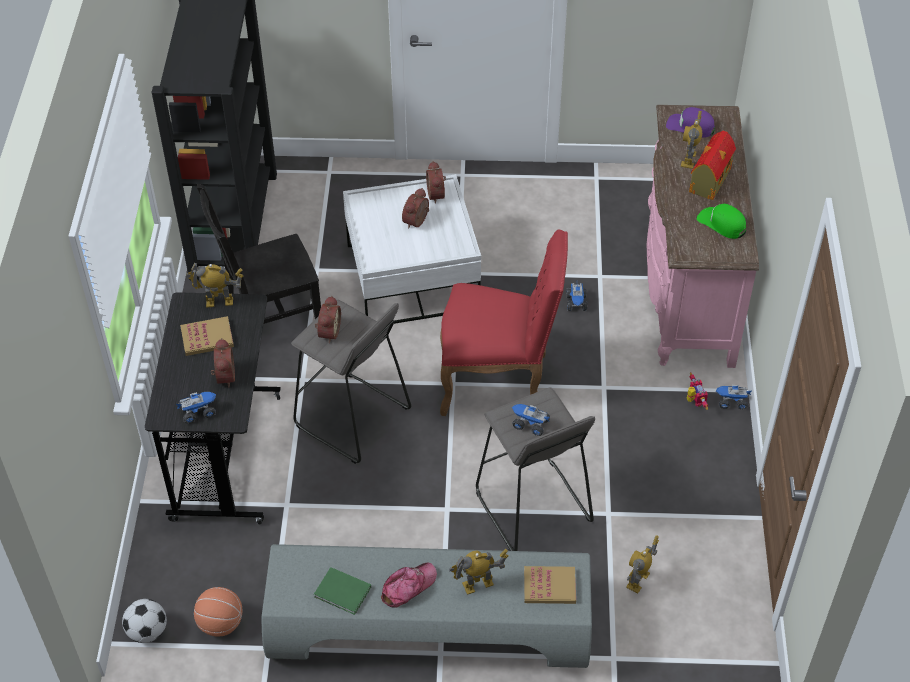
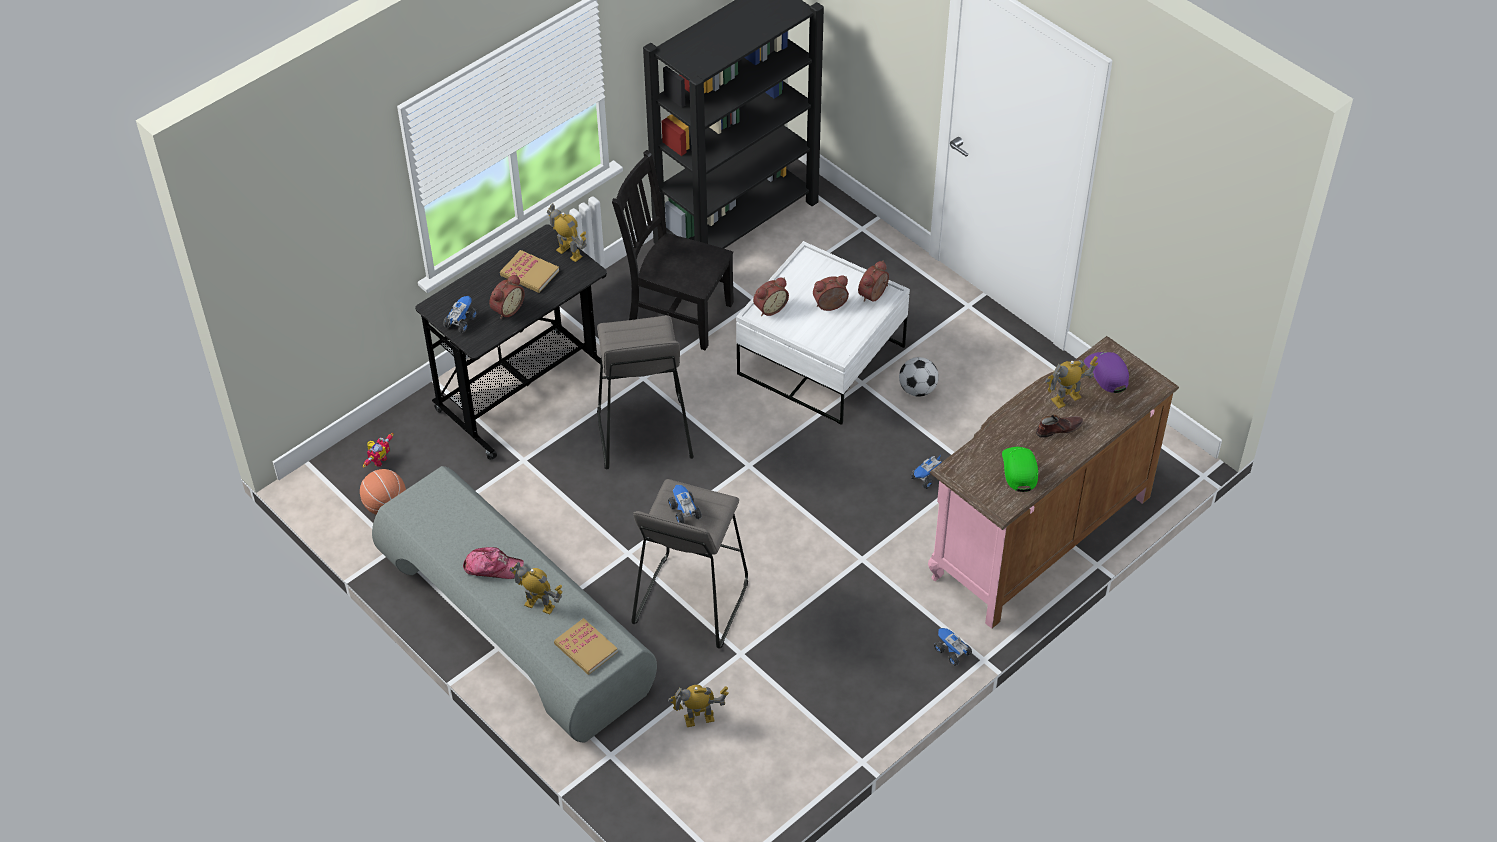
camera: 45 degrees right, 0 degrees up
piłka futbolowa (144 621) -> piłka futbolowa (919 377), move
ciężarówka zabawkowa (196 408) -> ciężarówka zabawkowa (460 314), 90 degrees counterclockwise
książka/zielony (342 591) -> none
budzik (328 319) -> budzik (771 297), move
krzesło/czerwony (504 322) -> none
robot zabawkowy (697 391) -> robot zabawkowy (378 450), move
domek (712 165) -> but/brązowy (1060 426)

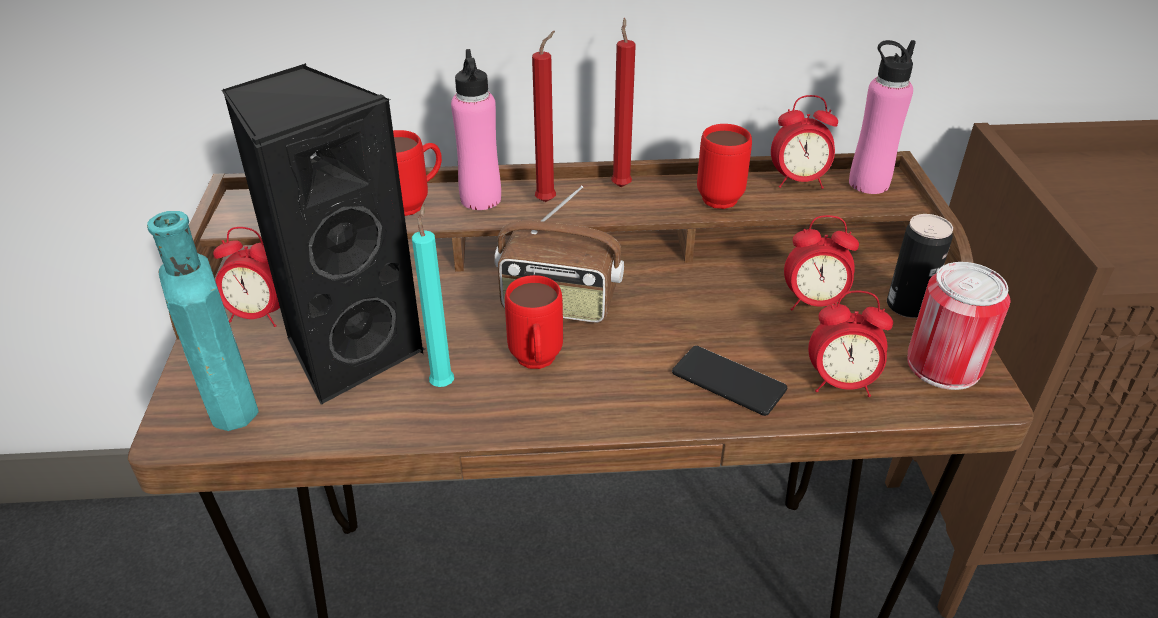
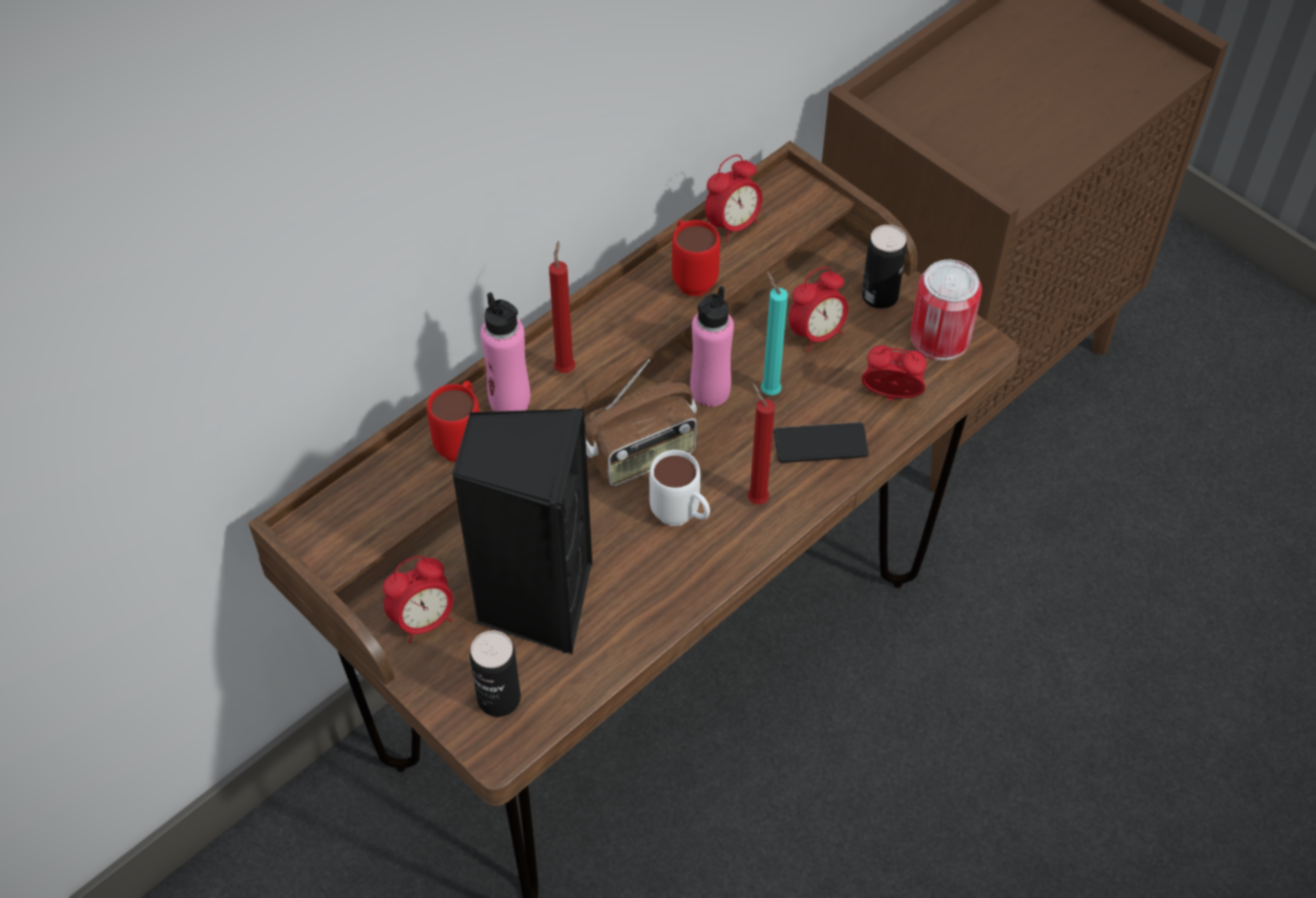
camera: 40 degrees left, 15 degrees up
butelka/turkusowy (203 321) -> puszka (495 673)
świeca/turkusowy (433 295) -> świeca/turkusowy (774 333), move
kubek/czerwony (534 322) -> kubek/biały (679 488)
świeca/czerwony (623 102) -> świeca/czerwony (761 444), move
budzik (850 344) -> budzik (894 373), 135 degrees counterclockwise
butelka/różowy (882 117) -> butelka/różowy (712 346), move

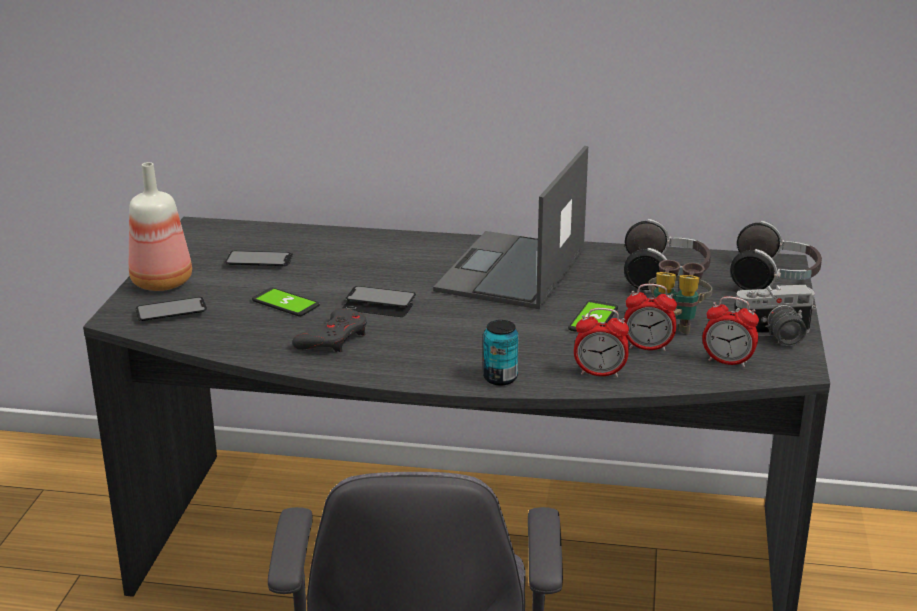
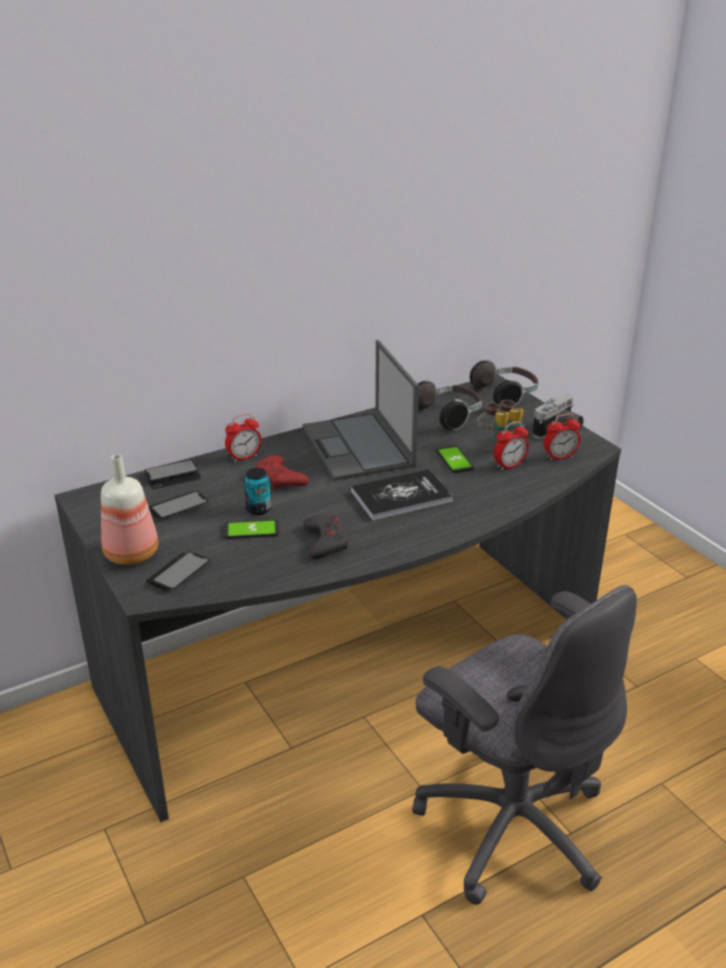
camera: 40 degrees left, 5 degrees up
telefon (379 301) -> telefon (172 474), move
puszka (501 352) -> puszka (257 491), move
budzik (601 342) -> budzik (243 437), move
none -> pad do gier/czerwony (282 472)
none -> książka (402 494)

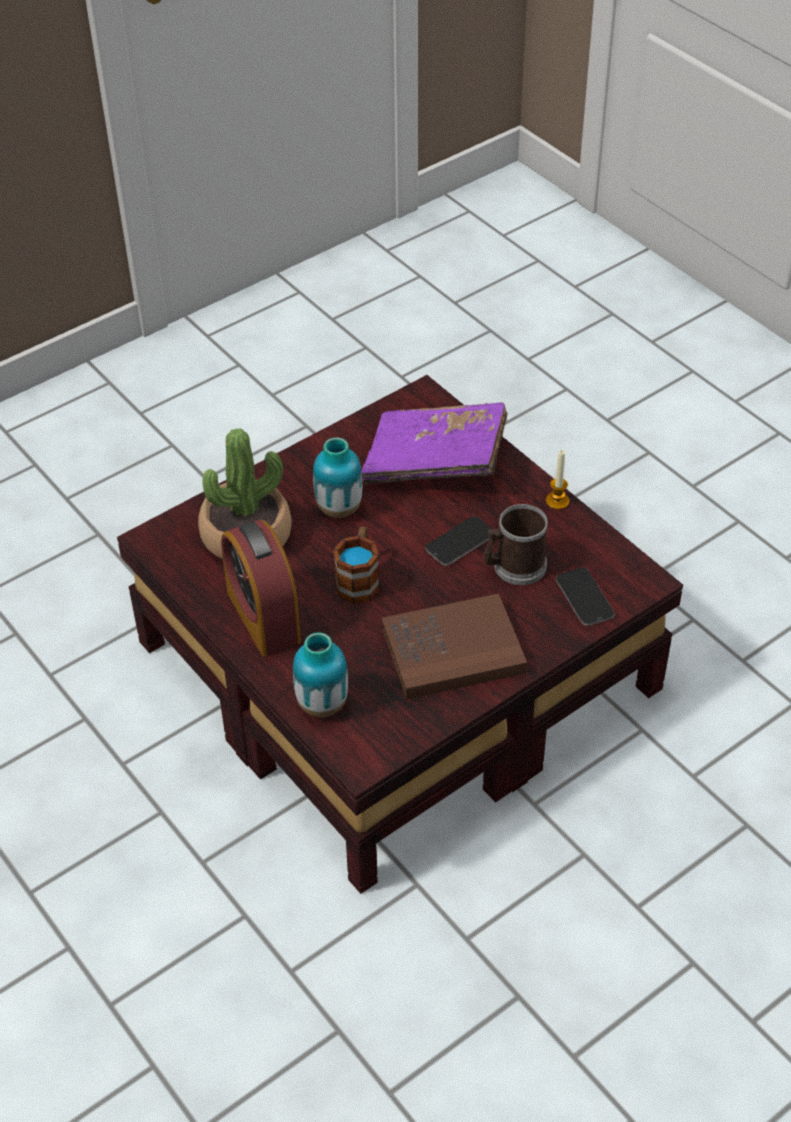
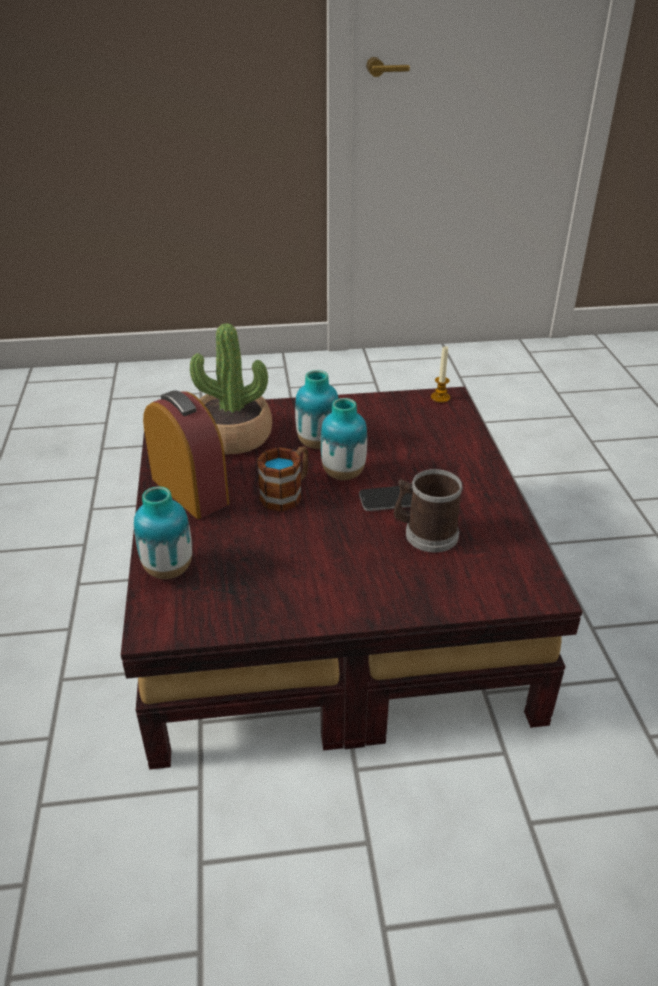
camera: 30 degrees right, 10 degrees down
budzik (261 588) -> budzik (186 454), 135 degrees clockwise
książka/fioletowy (435 443) -> none
książka/brązowy (454 647) -> none
świeca (557 480) -> świeca (440 374), move
telefon (585 597) -> none
none -> wazon (344 439)

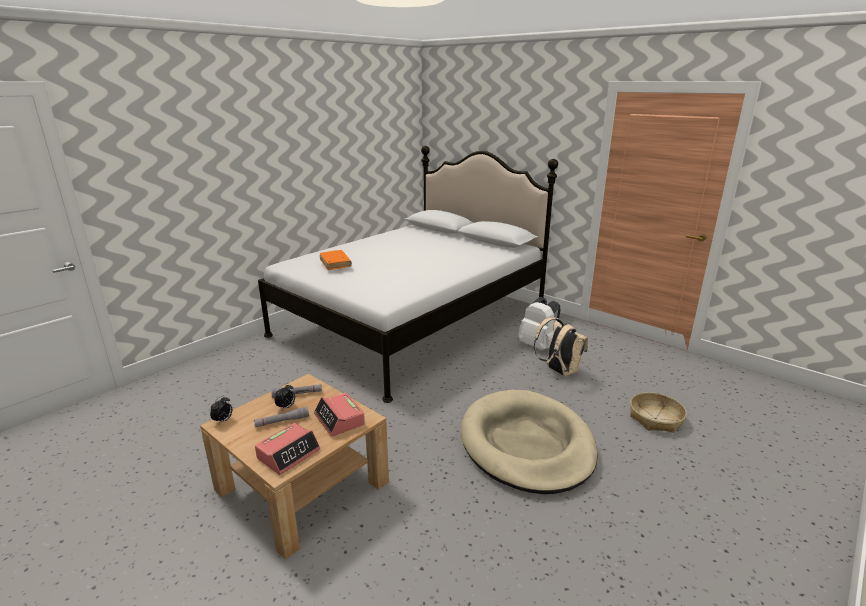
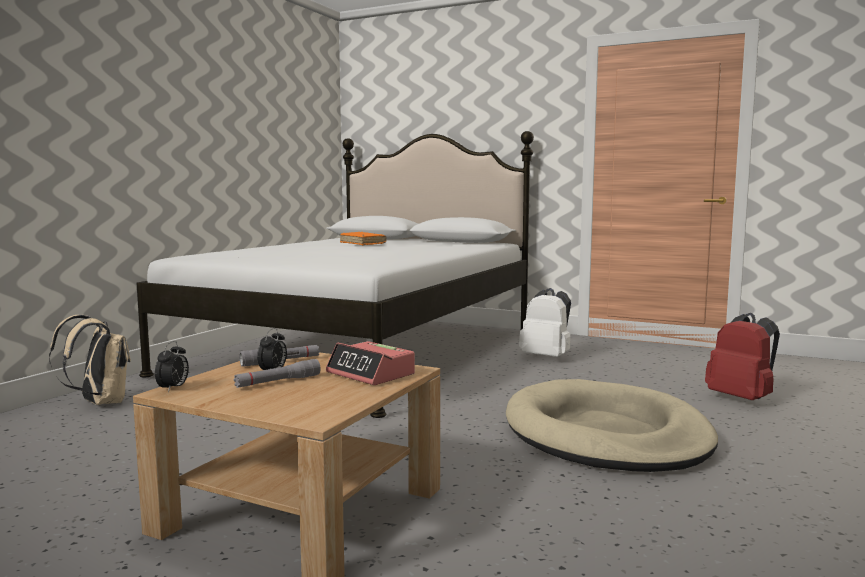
camera: 15 degrees left, 15 degrees down
budzik (287 449) -> none
książka/pomarańczowy (336 260) -> książka/pomarańczowy (363 239), move
plecak/beżowy (561 347) -> plecak/beżowy (89 360), move
koszyk (658 412) -> plecak/czerwony (742 356)

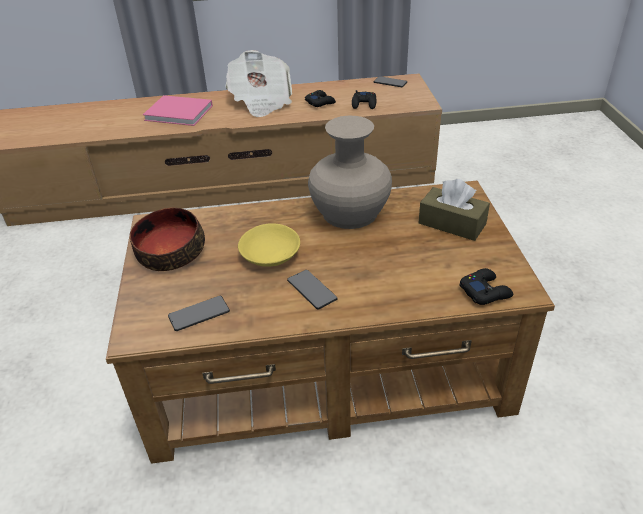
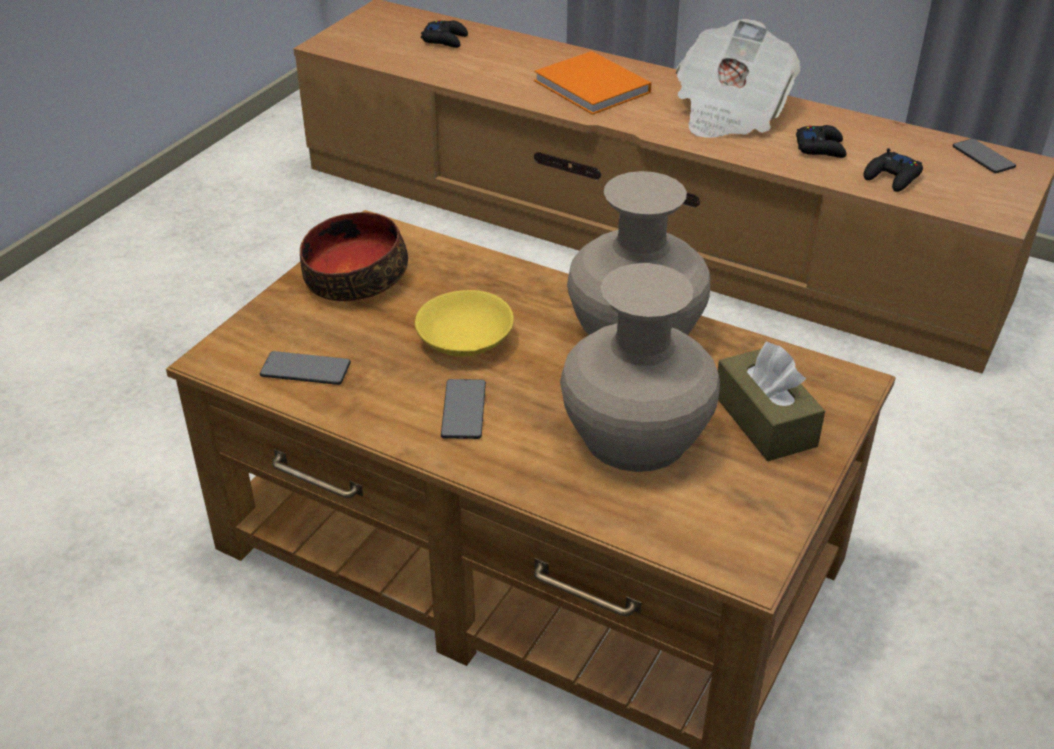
camera: 35 degrees right, 0 degrees up
książka/różowy (178 110) -> książka/pomarańczowy (592 83)
pad do gier/czarny (486 286) -> pad do gier/czarny (444 34), move
none -> wazon/beżowy (640 367)

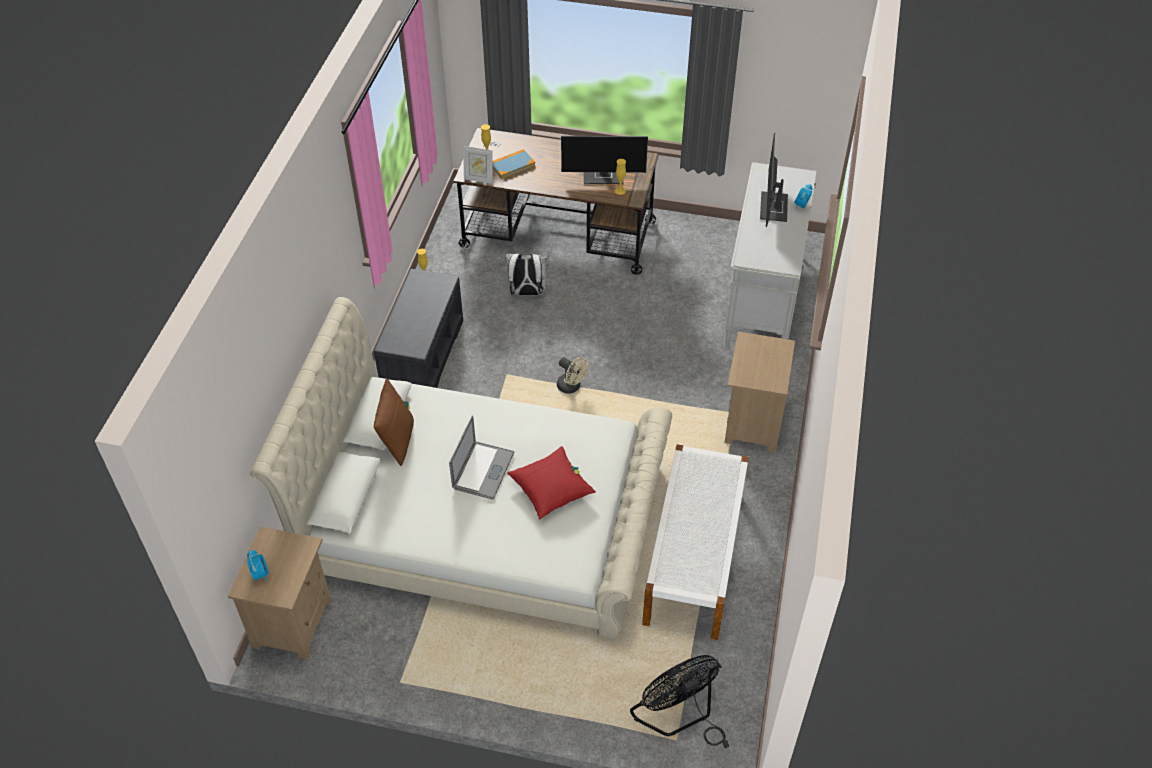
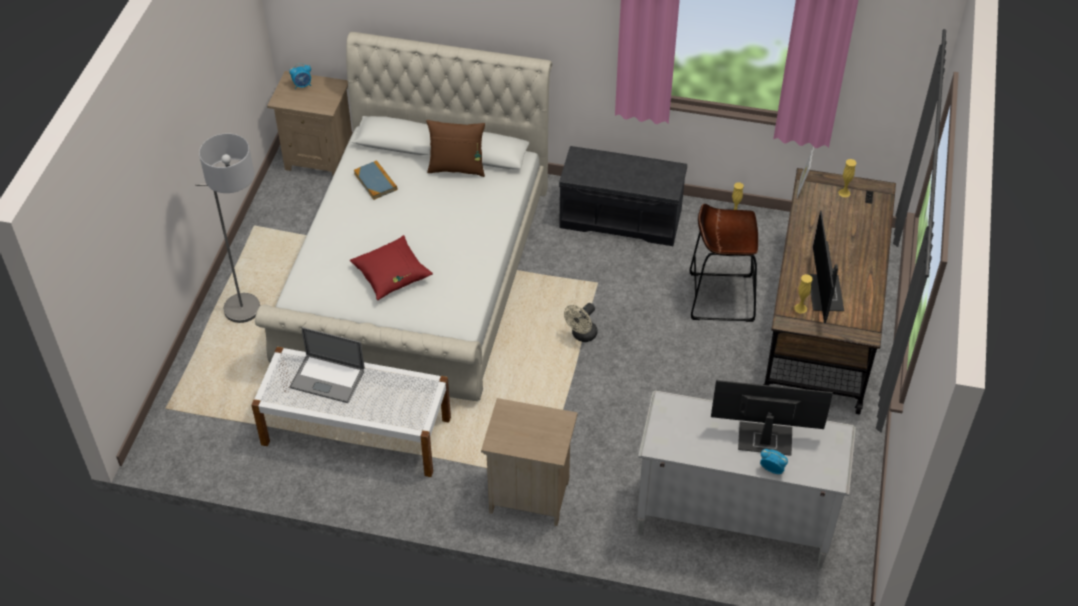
camera: 90 degrees right, 0 degrees up
laptop (481 457) -> laptop (327 365), move
książka (514 164) -> książka (375 180), move
plecak/biały (527 273) -> stołek/brązowy (724 263)
wentylator/czarny (679 702) -> none
none -> lampa stojąca/szary (227 228)

